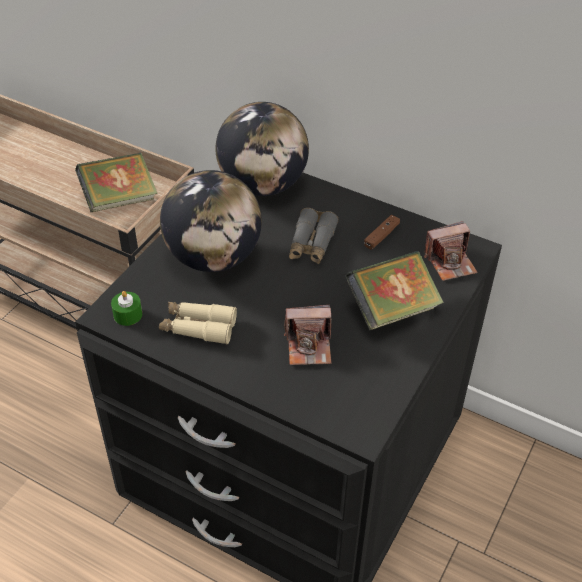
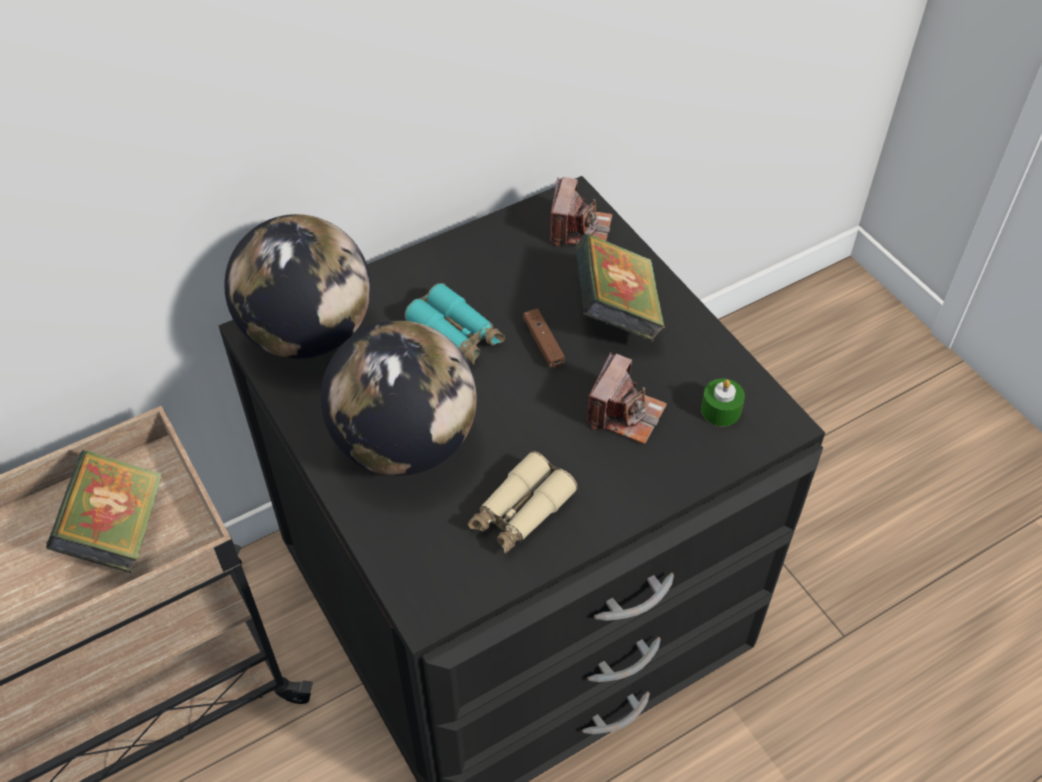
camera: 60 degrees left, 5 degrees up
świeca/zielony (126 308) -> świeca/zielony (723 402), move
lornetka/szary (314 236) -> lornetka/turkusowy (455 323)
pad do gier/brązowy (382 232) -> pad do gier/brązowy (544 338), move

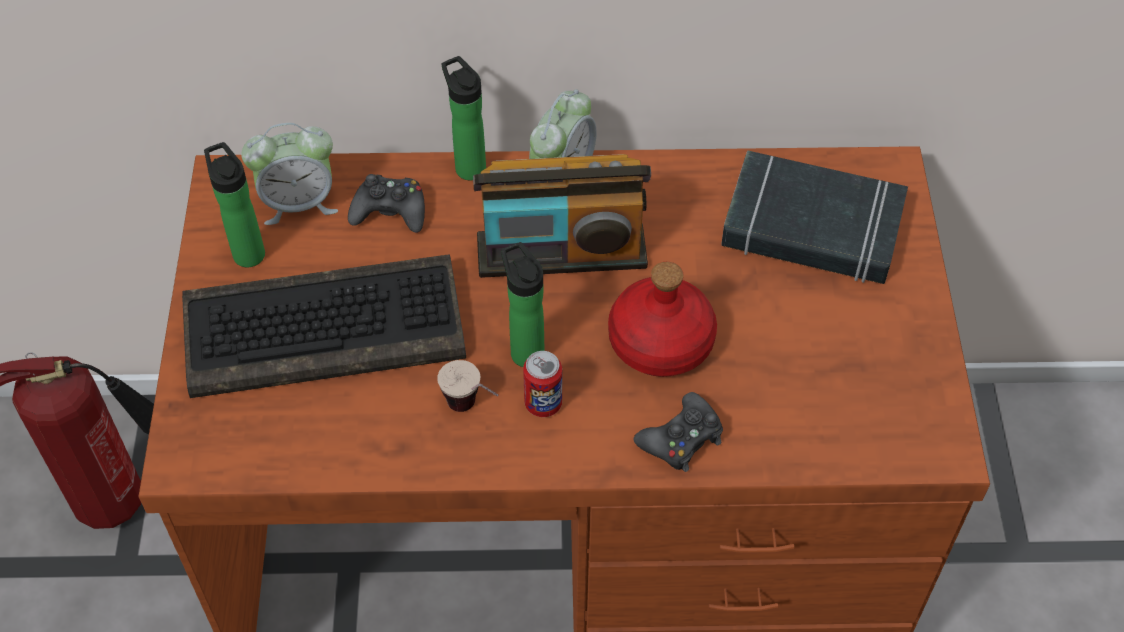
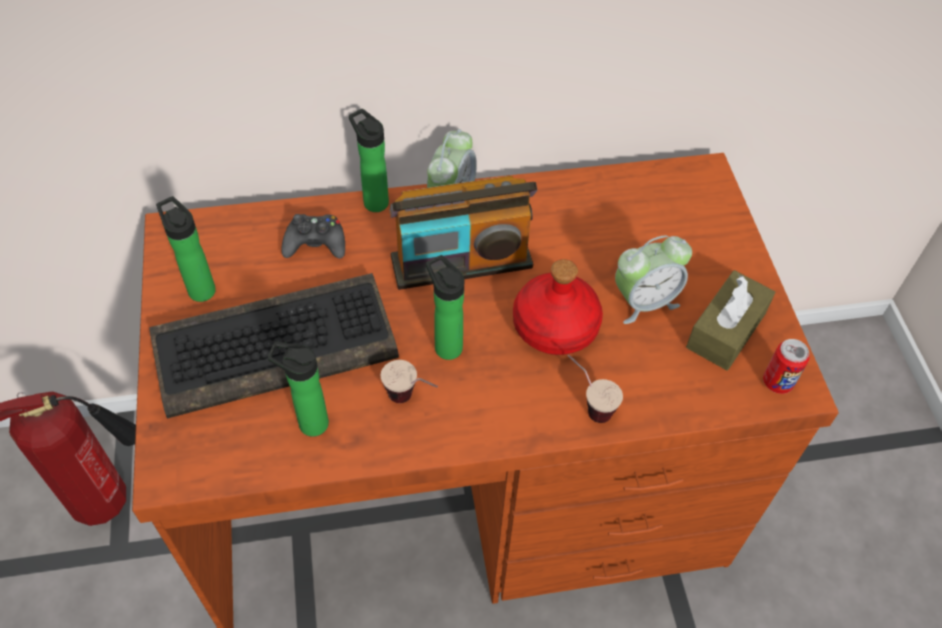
camera: 10 degrees left, 0 degrees up
budzik (289 174) -> budzik (653 279), move
puszka (542 384) -> puszka (786 366), move
pad do gier/czarny (678 432) -> filiżanka (595 388)
książka/czarny (814 217) -> none
none -> butelka (298 389)
none -> pudełko chusteczek/brązowy (731 320)

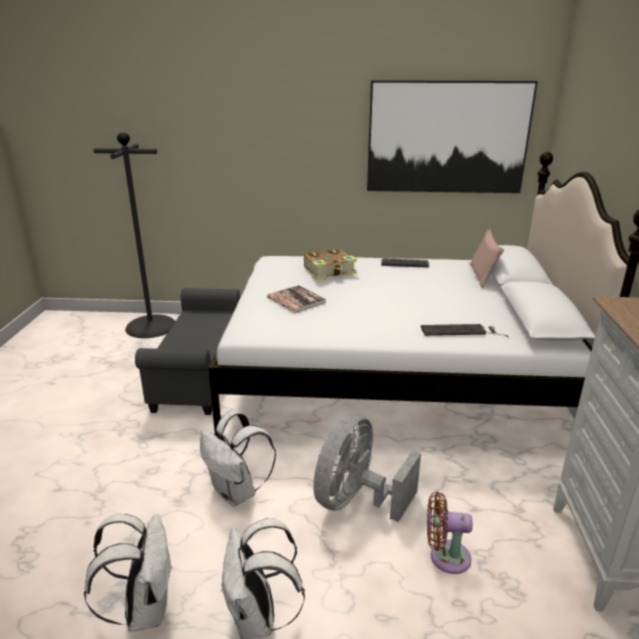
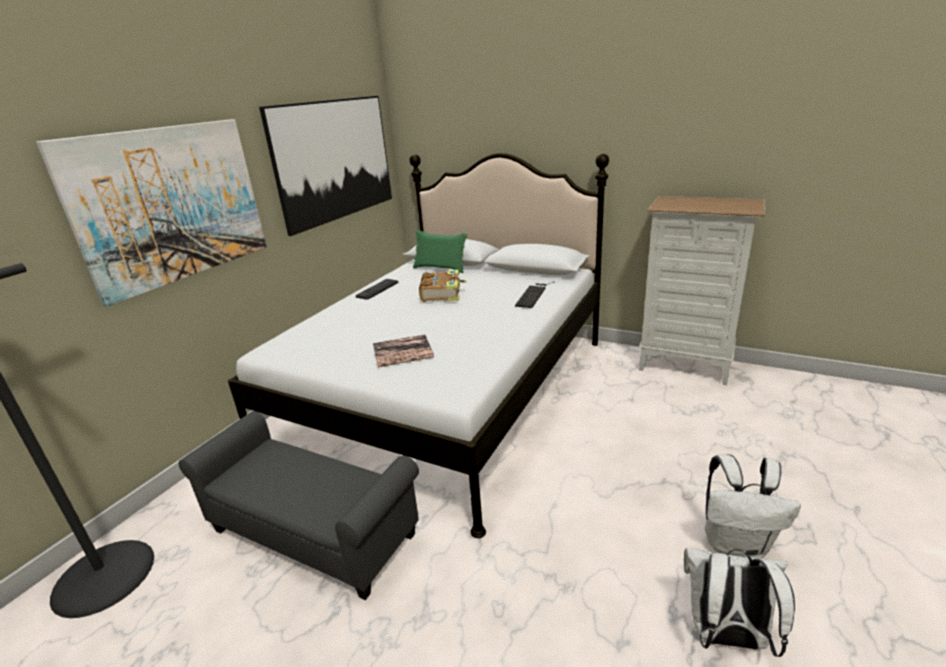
camera: 65 degrees left, 0 degrees up
plecak/biały (238 458) -> none
książka (330 264) -> książka (443 286), move
wentylator/szary (367 468) -> none
wentylator/brązowy (450 533) -> none
poduszka/beżowy (486 258) -> poduszka/zielony (440 251)
none -> obraz (151 213)

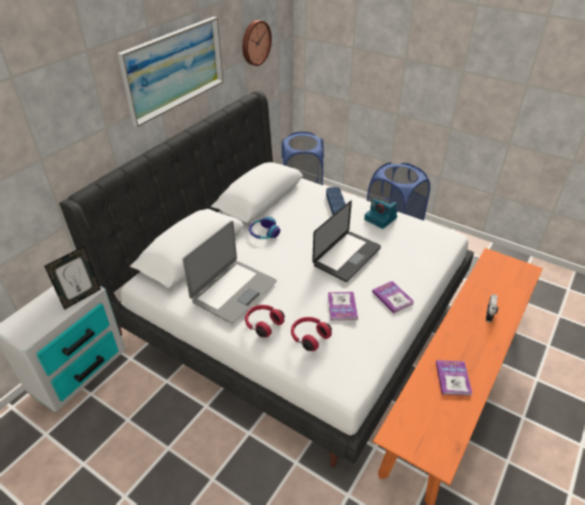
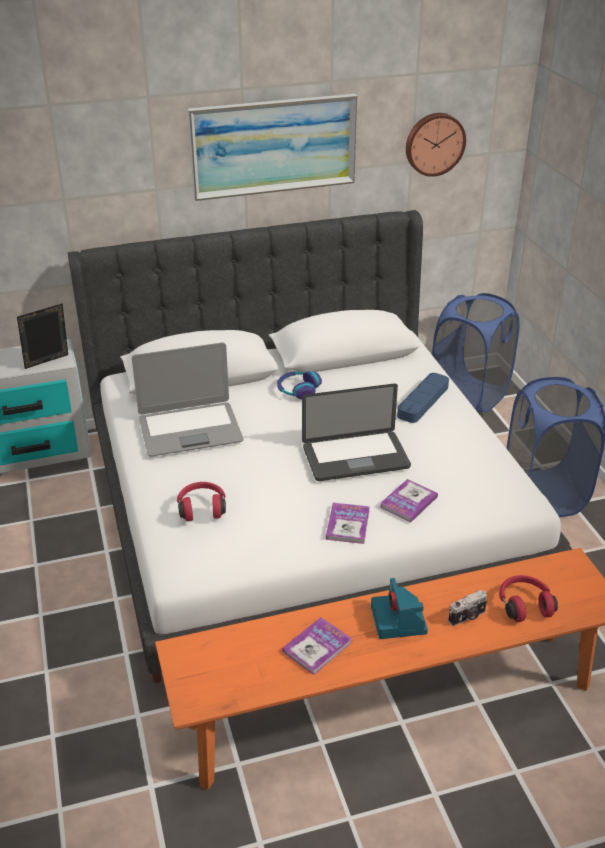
camera: 40 degrees right, 5 degrees down
ramka na zdjęcie (72 278) -> ramka na zdjęcie (42 336), 150 degrees clockwise
słuchawki/czerwony (265 321) -> słuchawki/czerwony (528 598), move
książka (343 306) -> książka (409 500), move
aparat fotograficzny (380 213) -> aparat fotograficzny (399 608), move

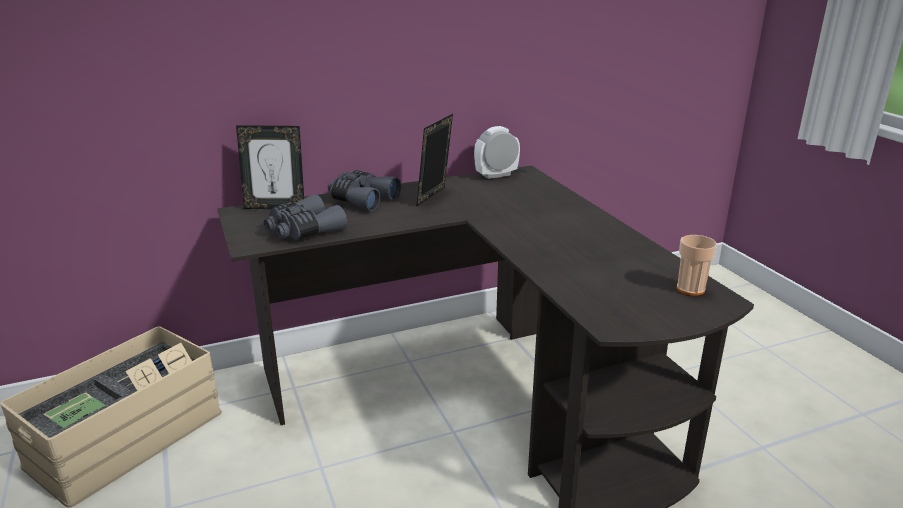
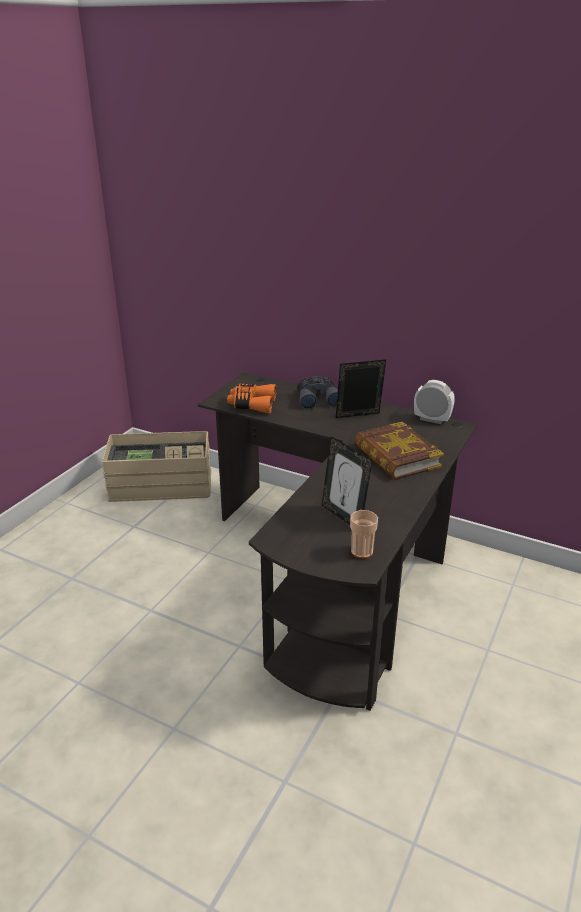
camera: 50 degrees right, 5 degrees up
ramka na zdjęcie (270 167) -> ramka na zdjęcie (347 480), move
lornetka/szary (305 217) -> lornetka/pomarańczowy (251 398)
none -> książka (399 451)

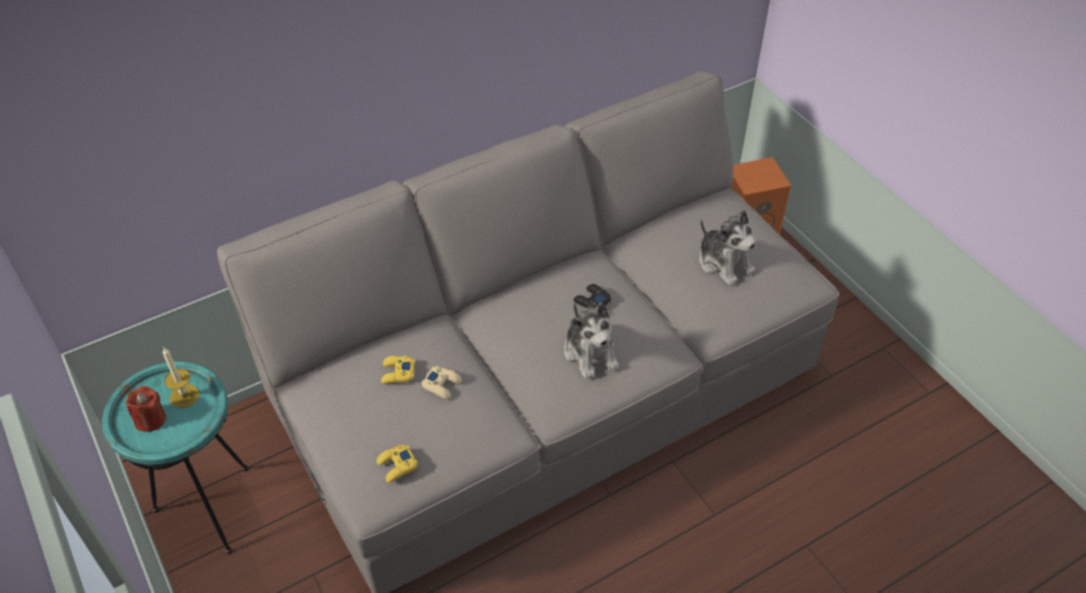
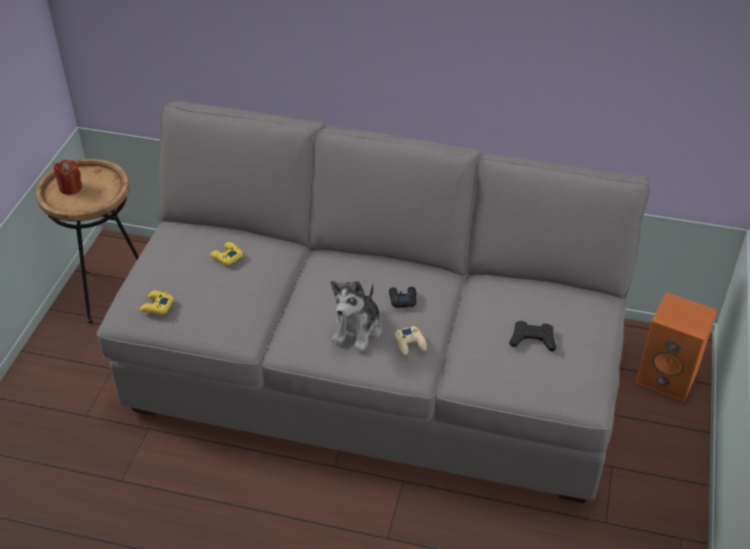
camera: 45 degrees right, 5 degrees down
stolik/turkusowy (175 458) -> stolik/brązowy (87 241)
świeca (181 378) -> none
pad do gier/beżowy (442 383) -> pad do gier/beżowy (411 341), move
pluszak (727 248) -> pad do gier/czarny (533 336)

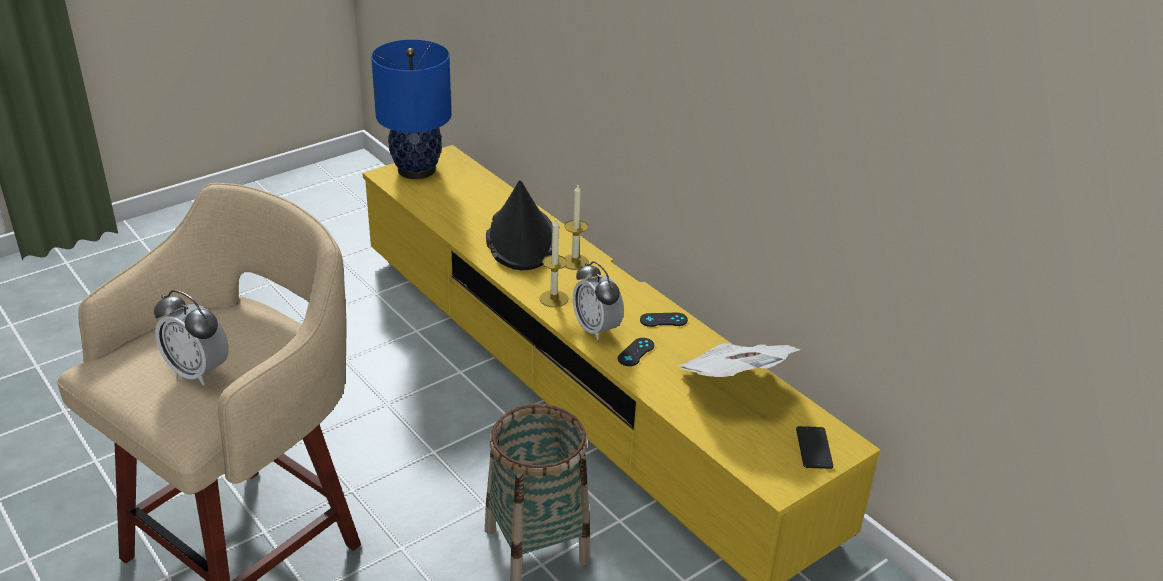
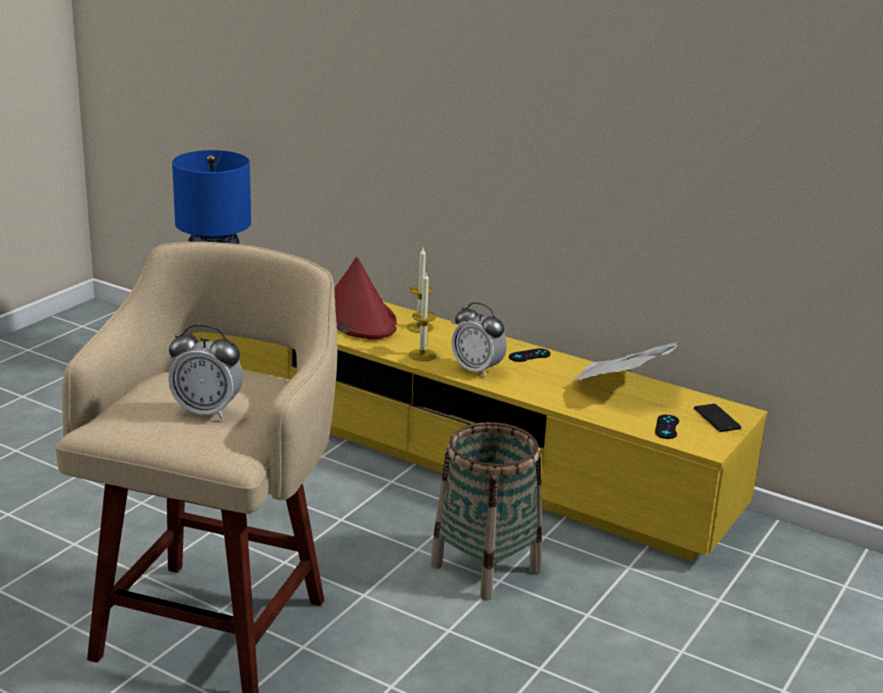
camera: 20 degrees left, 10 degrees down
kapelusz/czarny (519 225) -> kapelusz/czerwony (365 298)
pad do gier/czarny (636 352) -> pad do gier/czarny (667 427), move

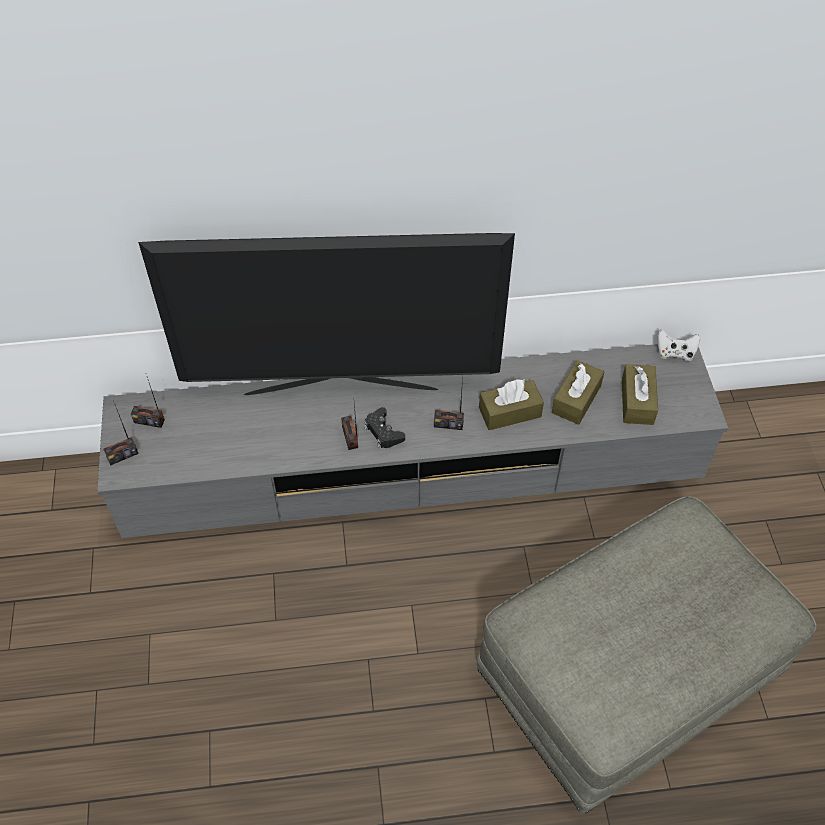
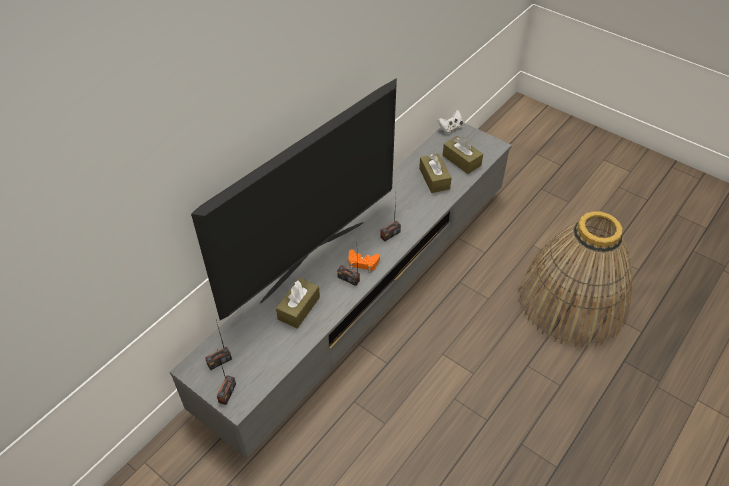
camera: 45 degrees left, 5 degrees down
pad do gier/czarny (384 428) -> pad do gier/pomarańczowy (364 261)
pufa/szary (646 655) -> koszyk (575 279)
pudełko chusteczek/brązowy (511 404) -> pudełko chusteczek/brązowy (298 303), move

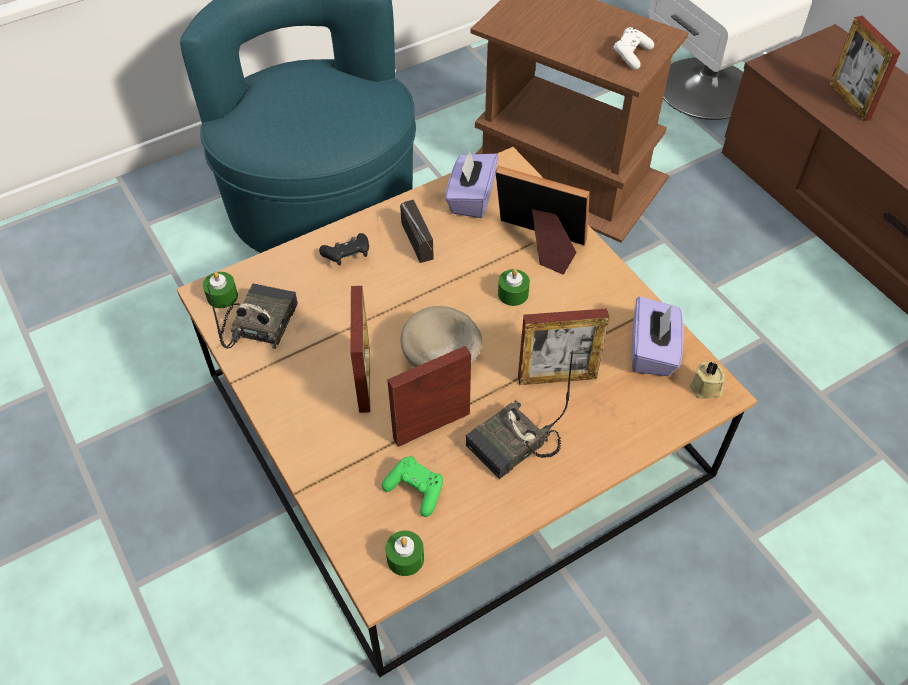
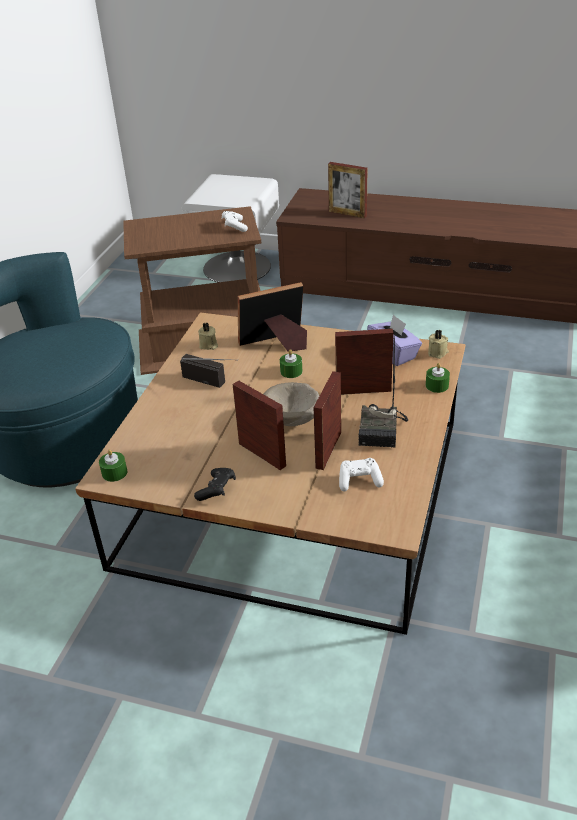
camera: 40 degrees left, 15 degrees down
radio (252 316) -> none
pad do gier/czarny (344 249) -> pad do gier/czarny (215 484), move
pad do gier/zielony (412 486) -> pad do gier/biały (361 474)
świeca/zielony (405 553) -> świeca/zielony (438 378), move
pudełko chusteczek/fioletowy (471 184) -> świeca/beżowy (208 336)
ramka na zdjęcie (563 346) -> ramka na zdjęcie (364 362), 135 degrees counterclockwise

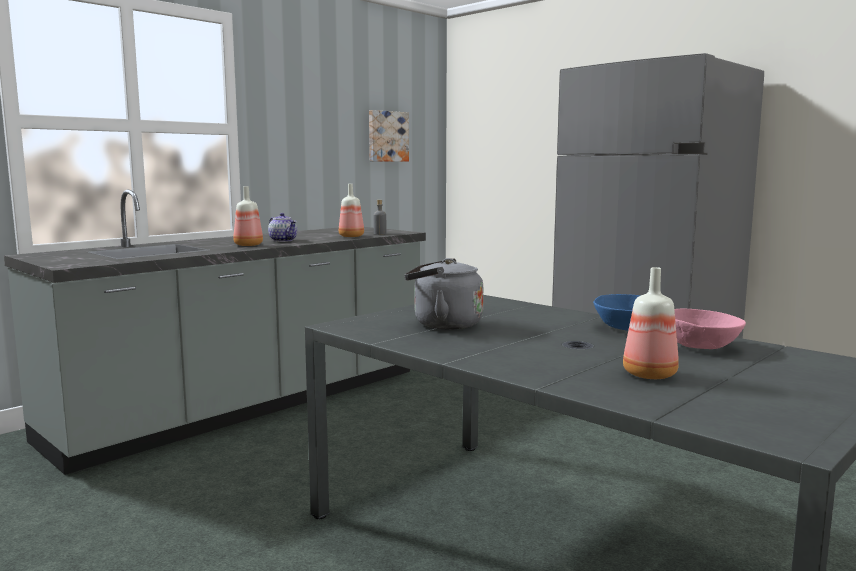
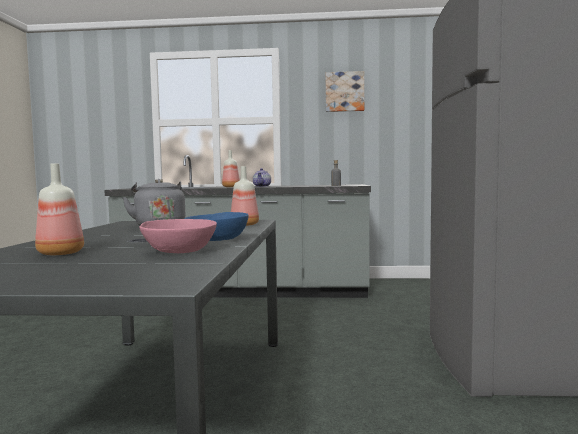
camera: 50 degrees right, 5 degrees down
butelka (351 210) -> butelka (245 196), move
obraz (389 136) -> obraz (345 91), move

